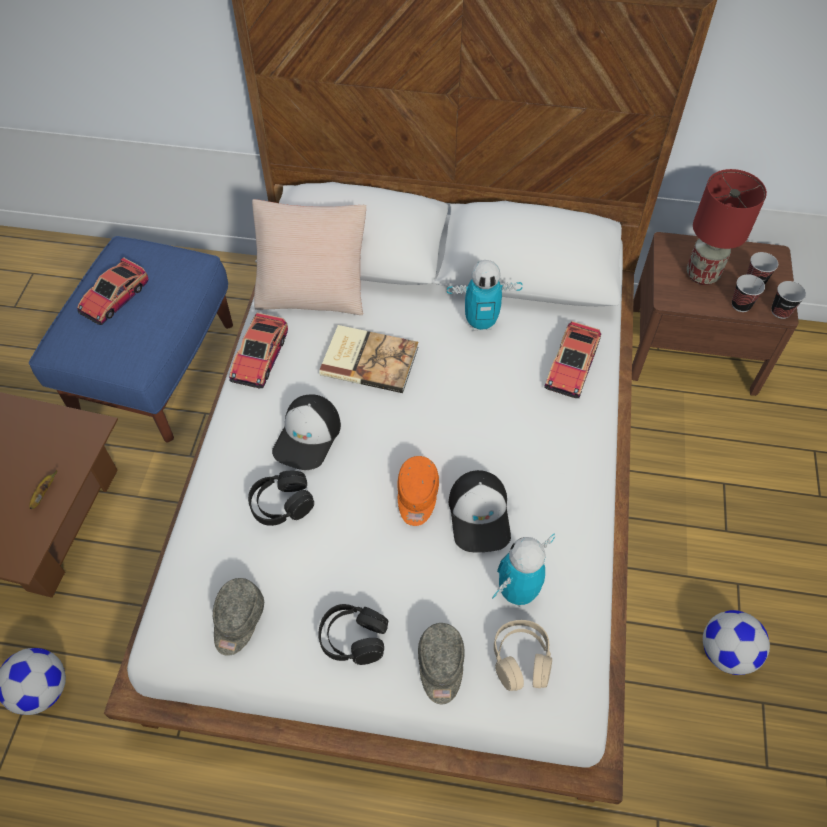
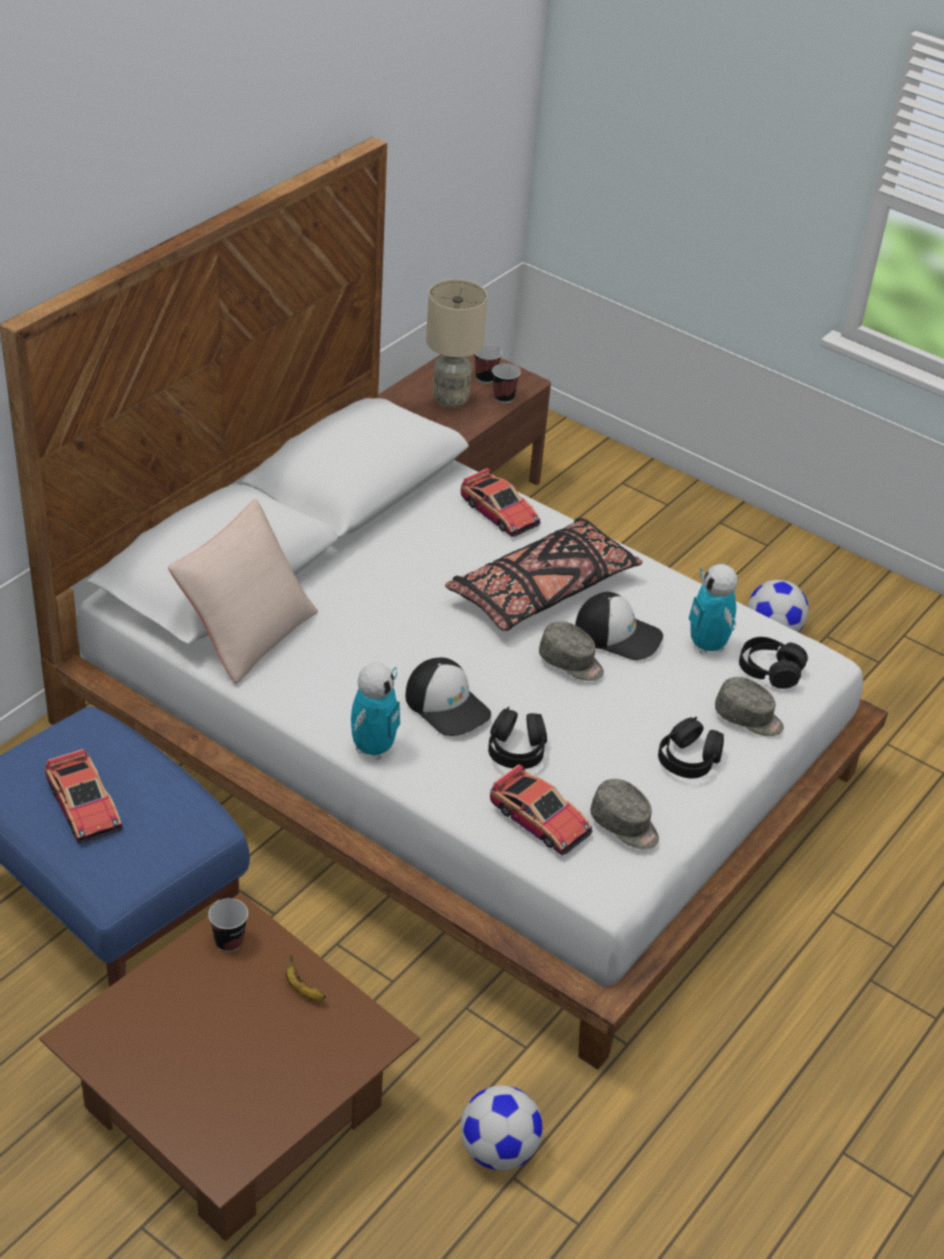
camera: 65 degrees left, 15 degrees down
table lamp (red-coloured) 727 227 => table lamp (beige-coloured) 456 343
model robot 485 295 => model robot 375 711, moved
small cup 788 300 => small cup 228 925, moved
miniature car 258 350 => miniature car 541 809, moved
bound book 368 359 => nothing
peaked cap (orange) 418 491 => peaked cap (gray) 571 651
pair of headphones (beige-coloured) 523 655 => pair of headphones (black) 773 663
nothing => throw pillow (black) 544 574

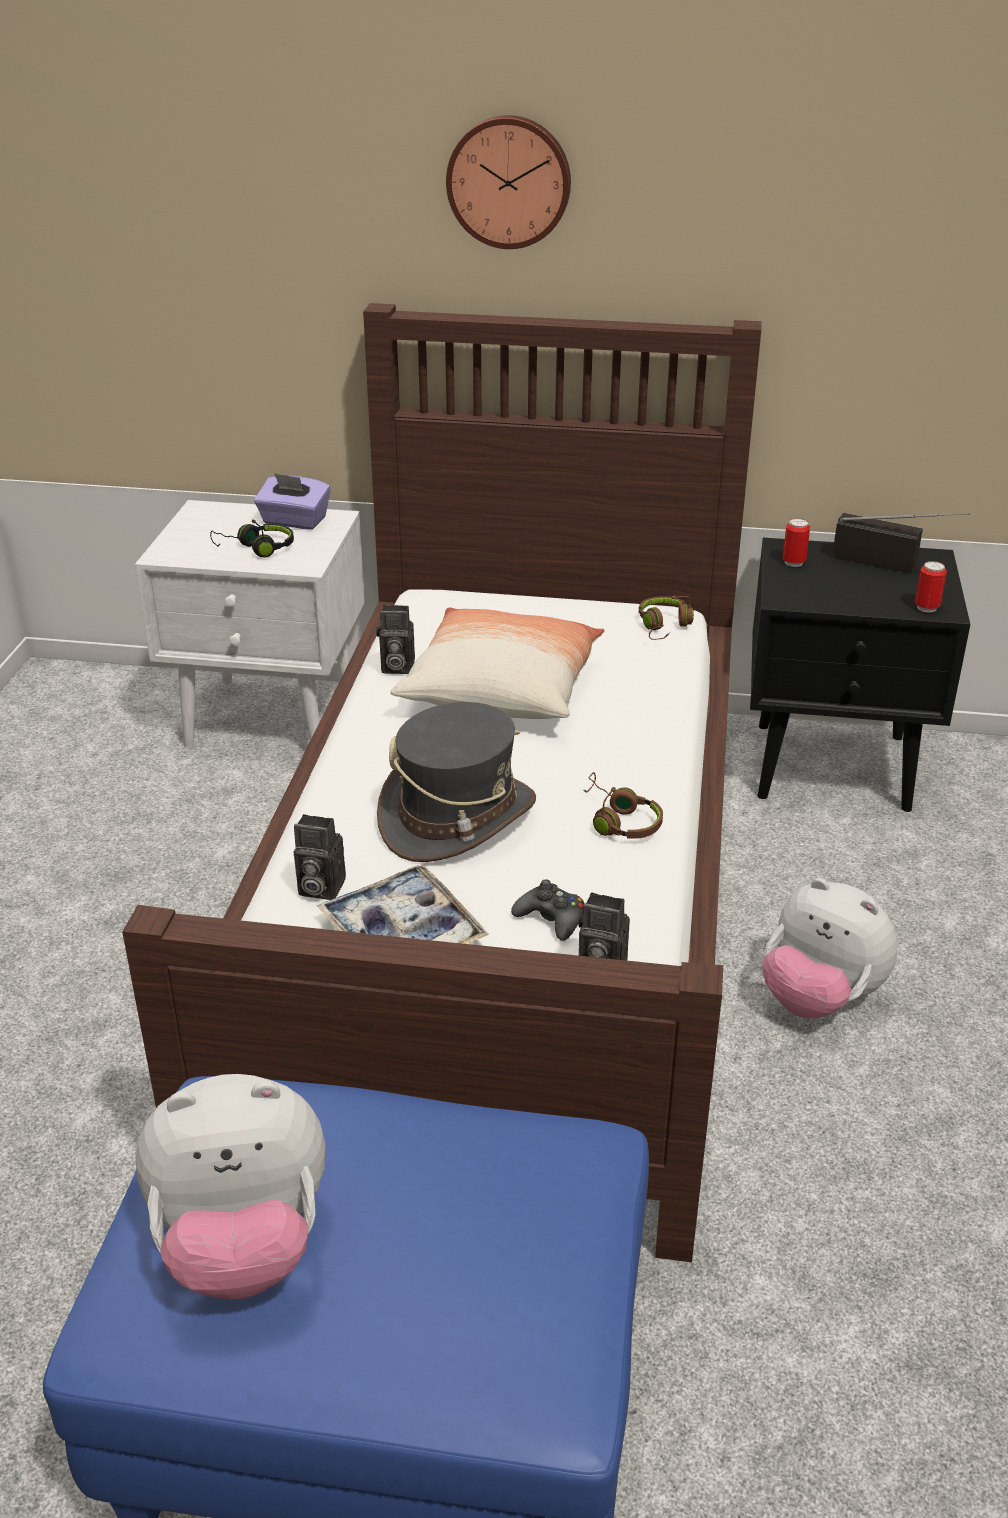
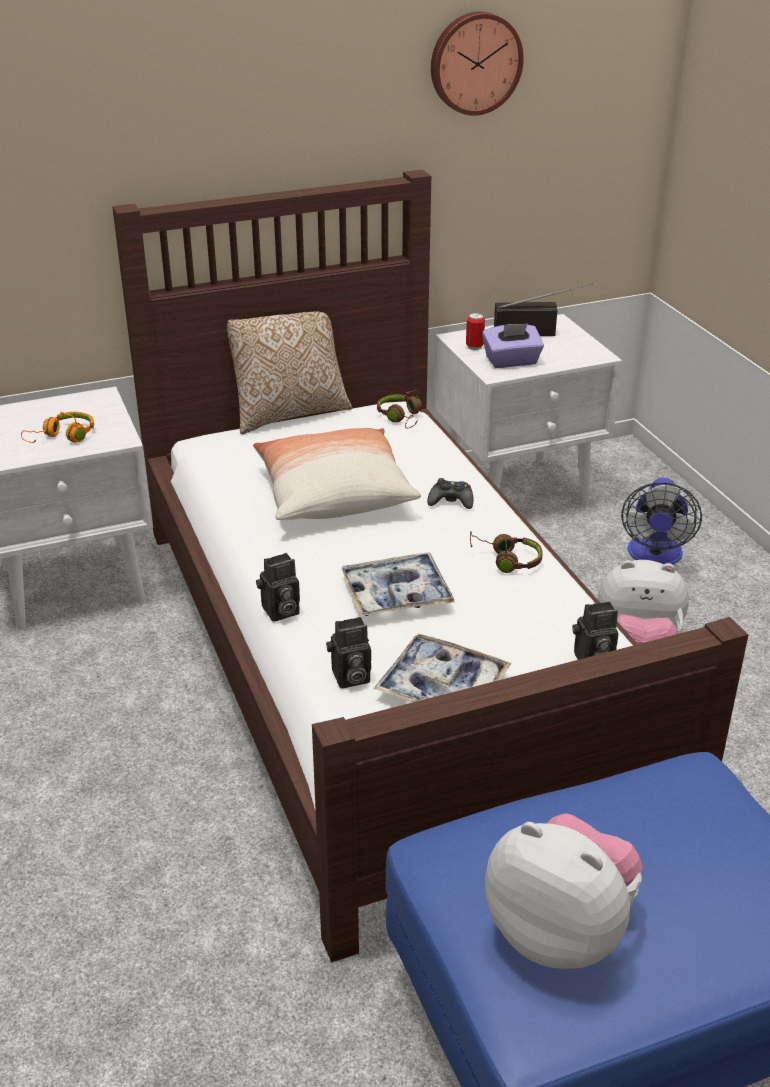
camera: 30 degrees left, 0 degrees up
clock on the wall 508 182 => clock on the wall 477 63, moved
tissue holder (purplish) 292 501 => tissue holder (purplish) 513 345, moved
pair of headphones (black) 252 538 => pair of headphones (orange) 57 427
bedside table (black) 860 675 => bedside table (white) 528 411
sealed can 931 586 => nothing
photo camera 395 639 => photo camera 278 587, moved
wearable hat (gray) 456 782 => tray 398 584
gamepad (black) 547 910 => gamepad (black) 450 493, moved
cuddly toy 230 1186 => cuddly toy 564 891, 105 degrees counterclockwise
nothing => throw pillow 289 372
nothing => electric fan 661 521

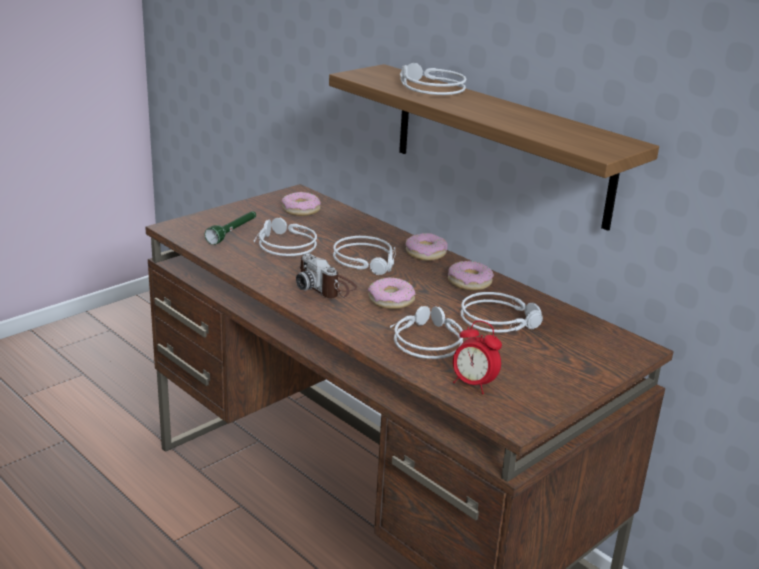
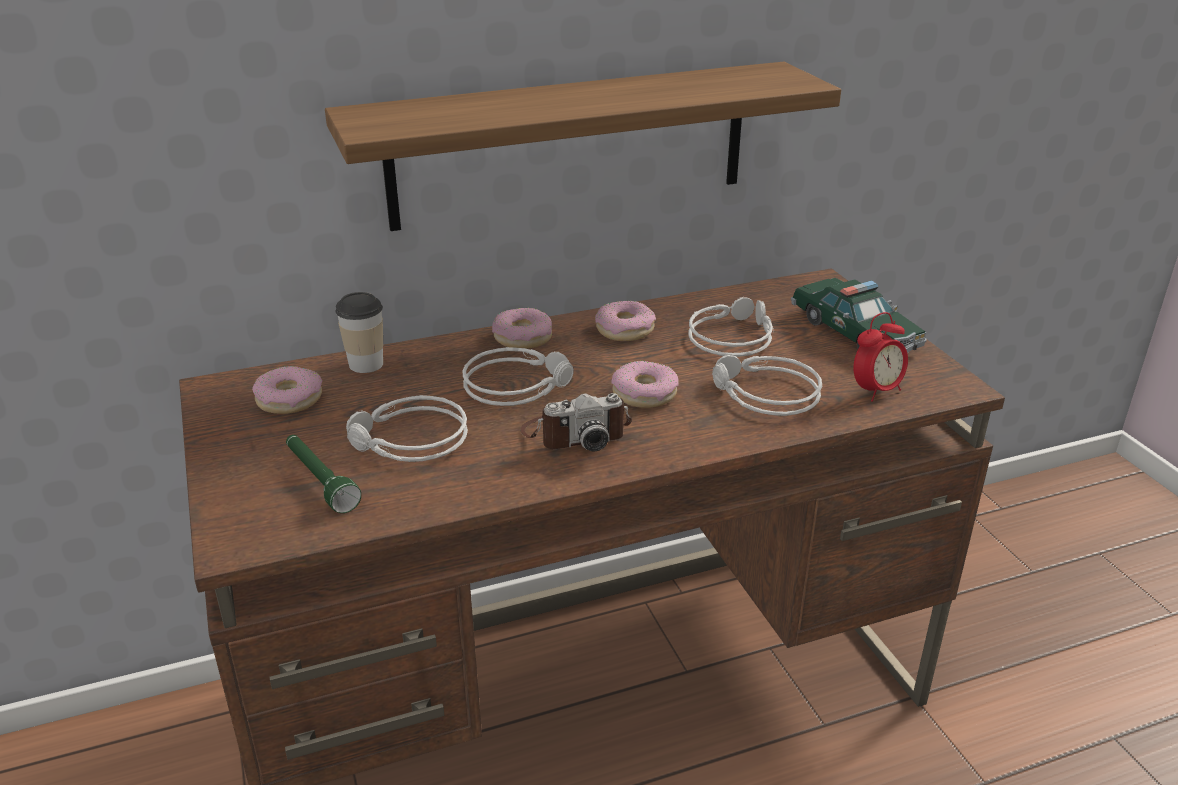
camera: 65 degrees left, 5 degrees up
pair of headphones (gray) 433 79 => nothing
nothing => miniature car 859 315
nothing => small cup 359 332

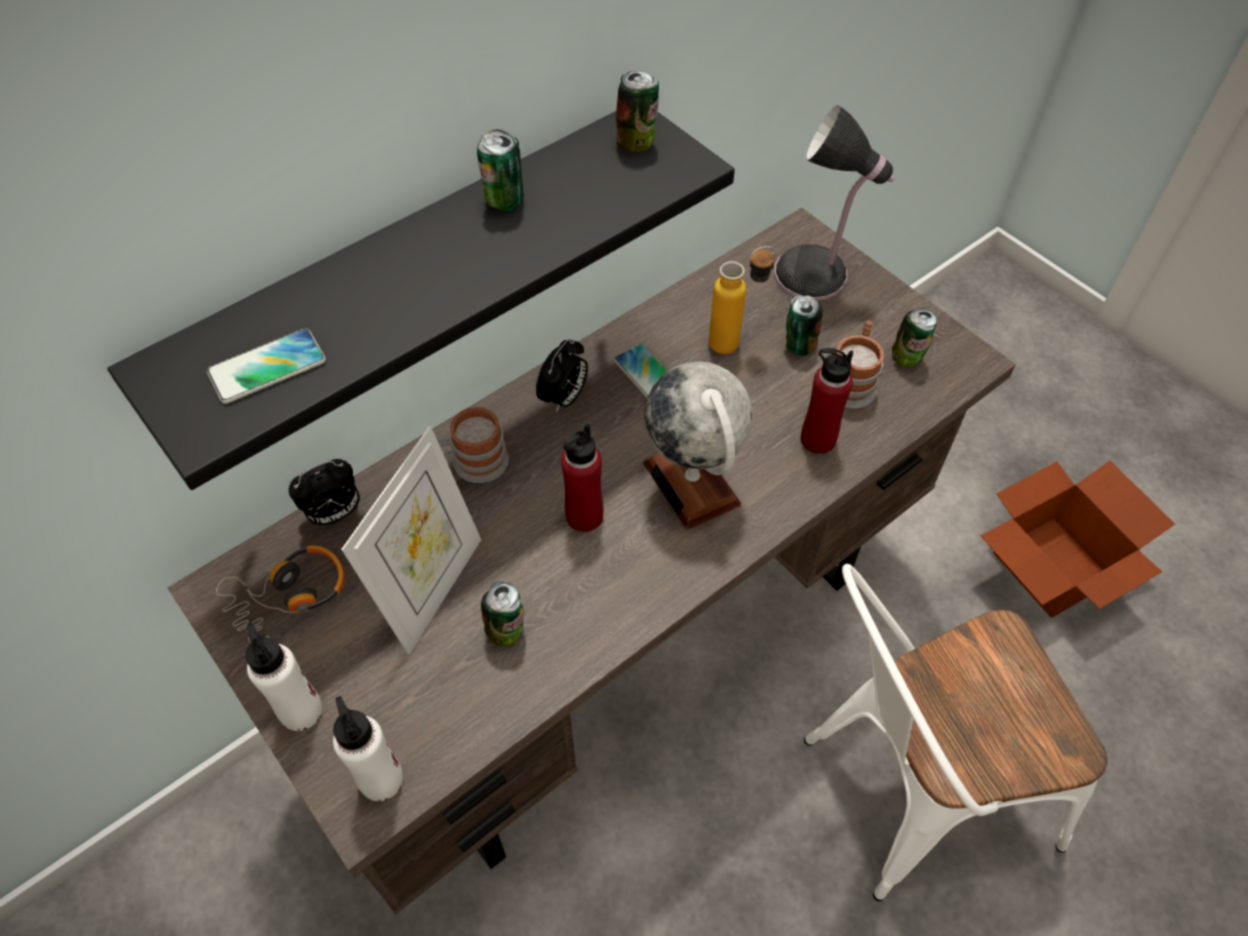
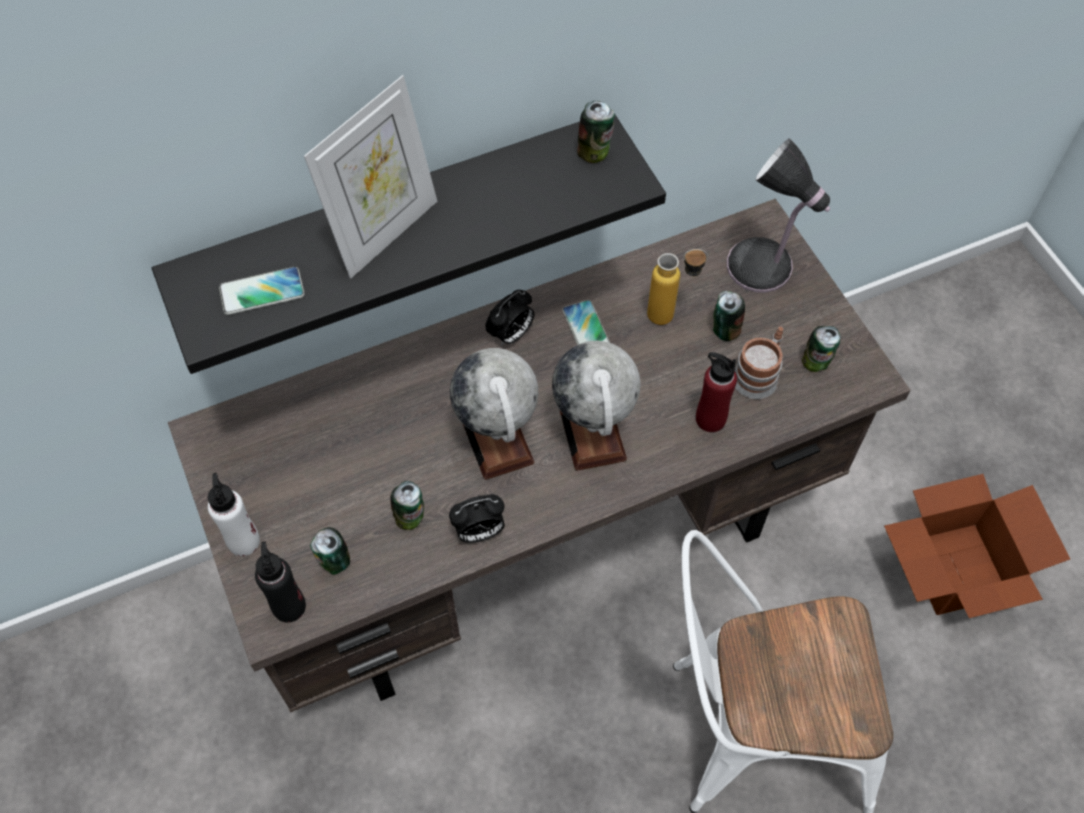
camera: 15 degrees right, 5 degrees up
sealed can 500 170 => sealed can 330 551, moved
coffee mug 473 445 => nothing
bottle (red-coloured) 582 478 => globe 494 414
standing frame 411 540 => standing frame 370 177, moved
alarm clock 324 492 => alarm clock 477 518, moved
pair of headphones 280 594 => nothing
bottle (white) 368 748 => bottle (black) 280 581

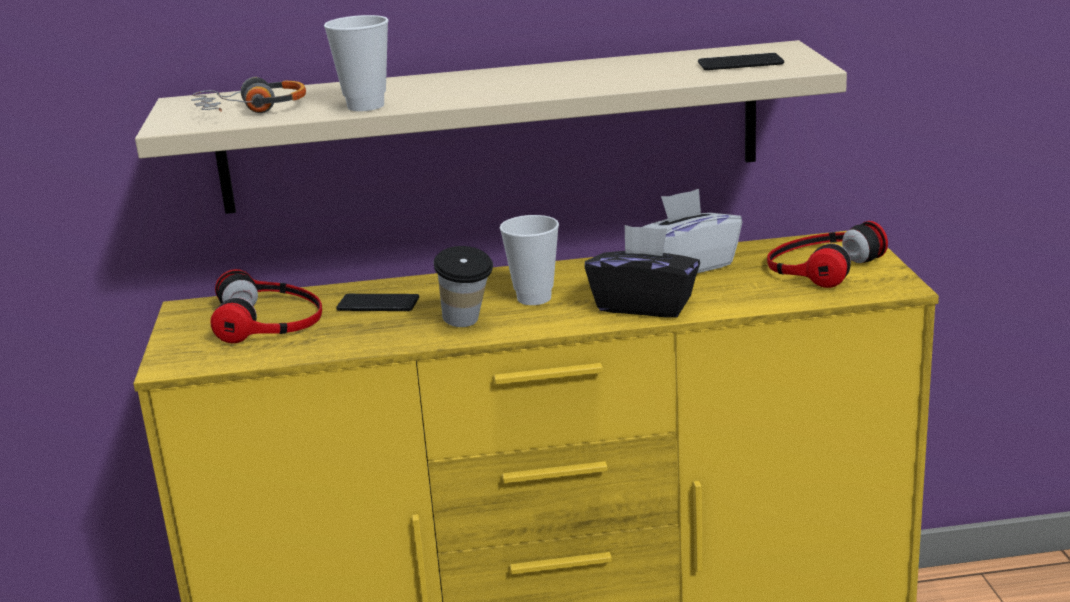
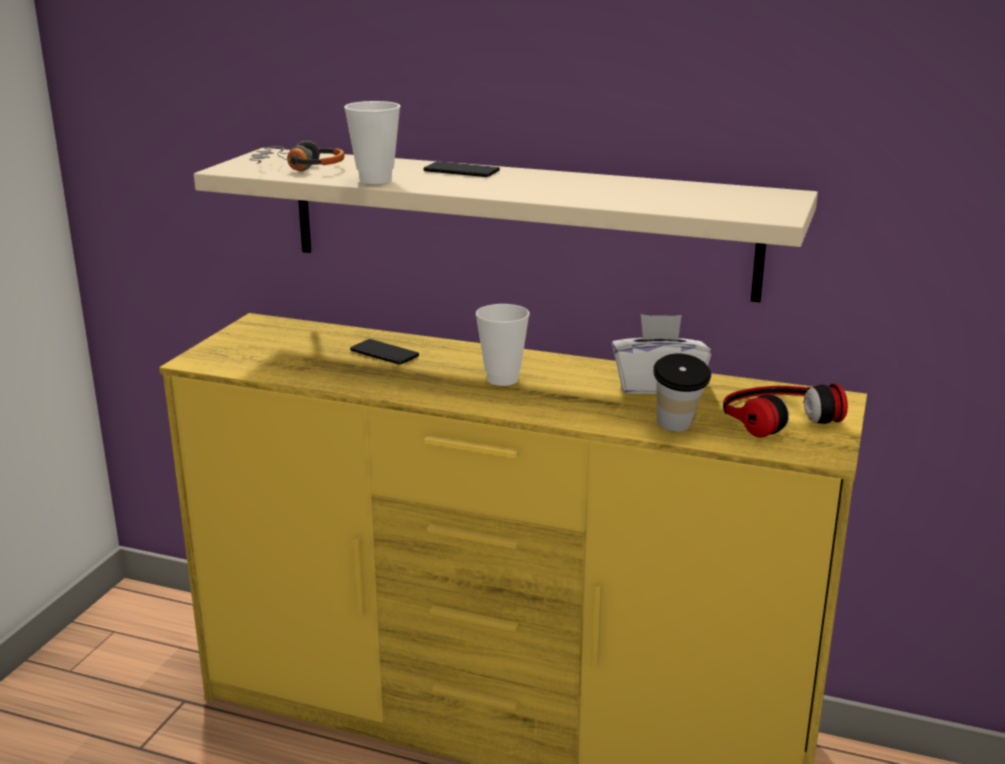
camera: 25 degrees right, 0 degrees up
telephone 741 61 => telephone 462 169, moved
tissue holder (black) 642 271 => nothing
small cup 463 286 => small cup 682 393, moved
pair of headphones 266 306 => nothing

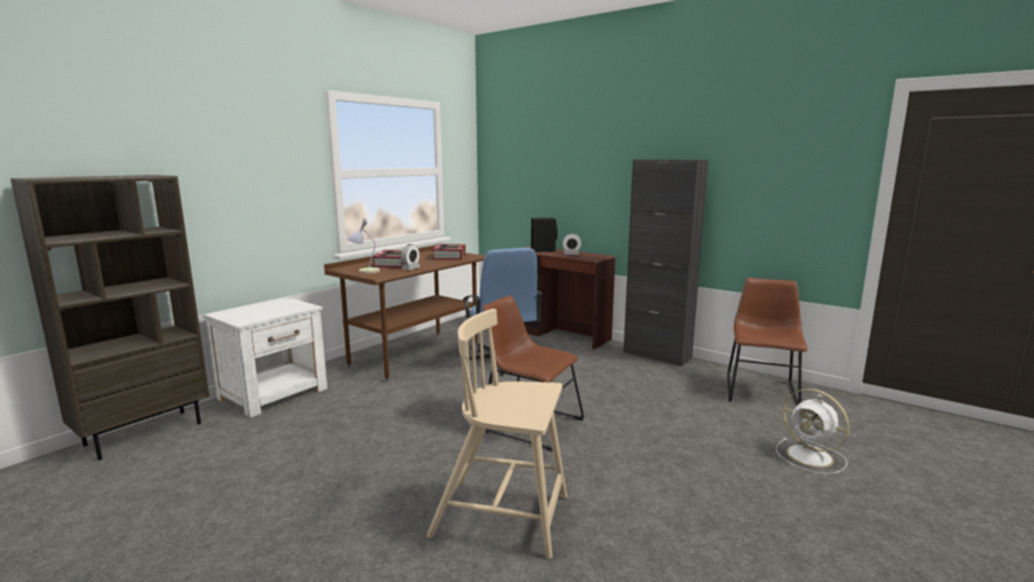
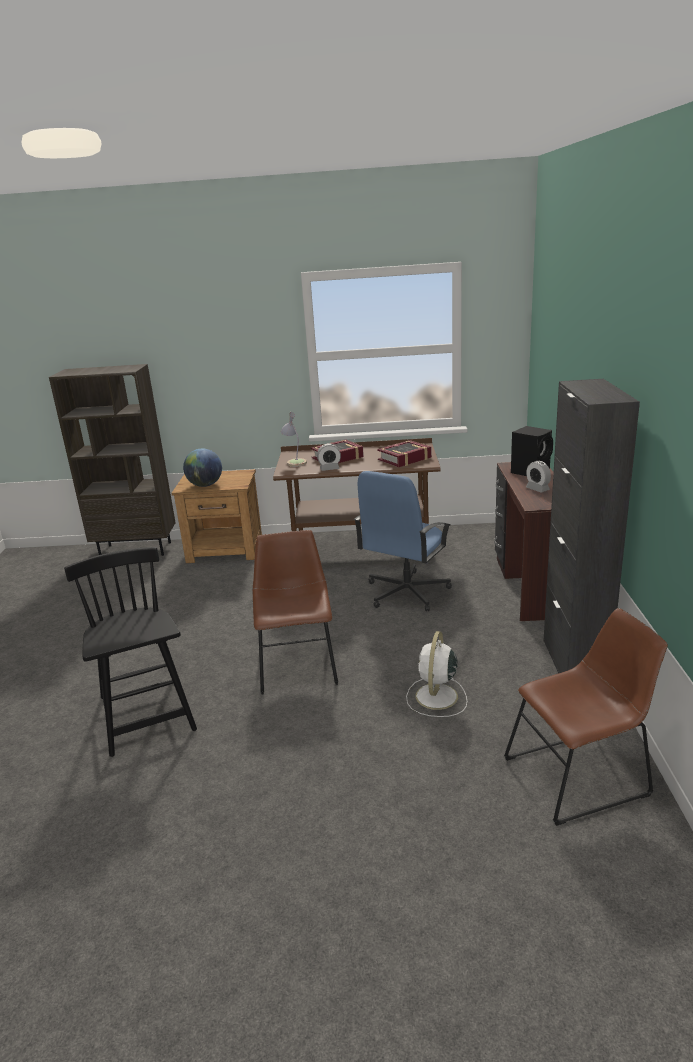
camera: 55 degrees right, 10 degrees up
bedside table (white) 265 357 => bedside table (brown-coloured) 216 516
upright chair (beige-coloured) 497 434 => upright chair (black) 130 652
electric fan (white) 813 431 => electric fan (white) 436 674, moved
nothing => globe 202 468

